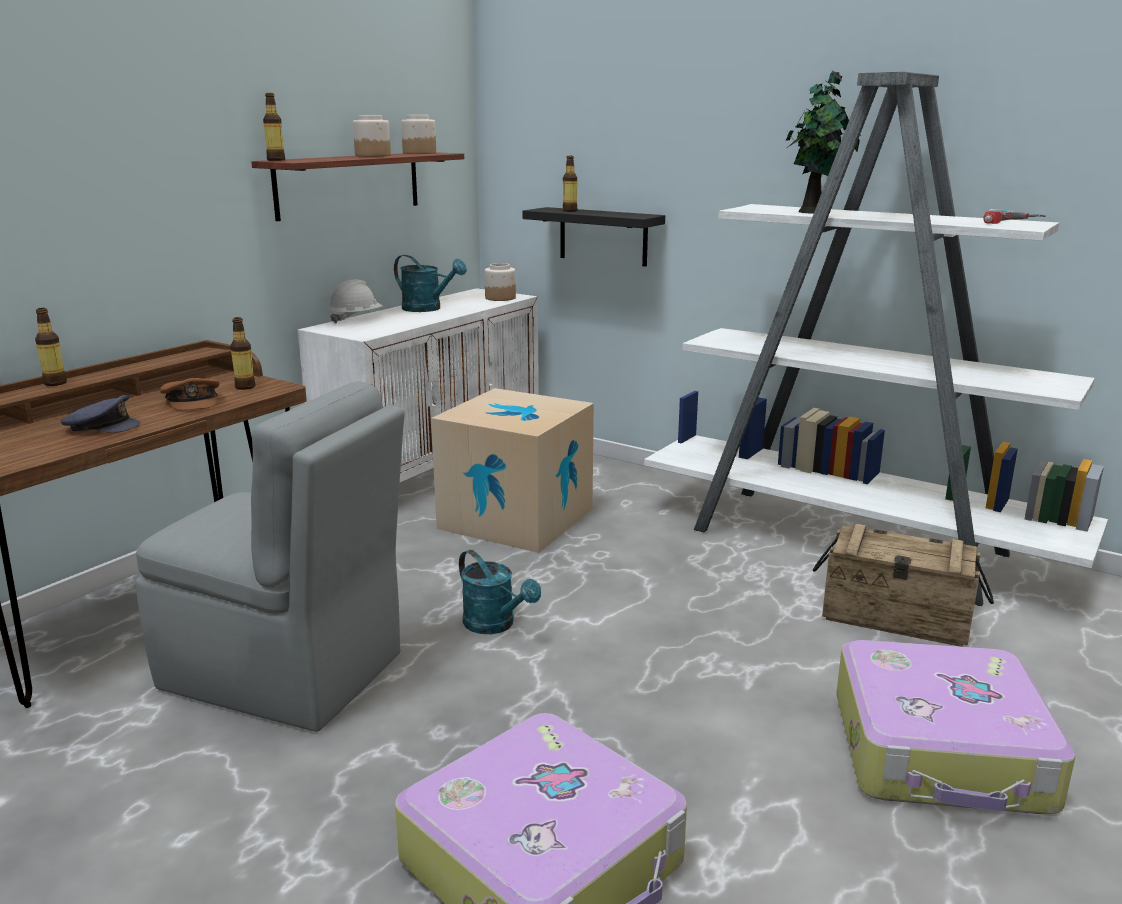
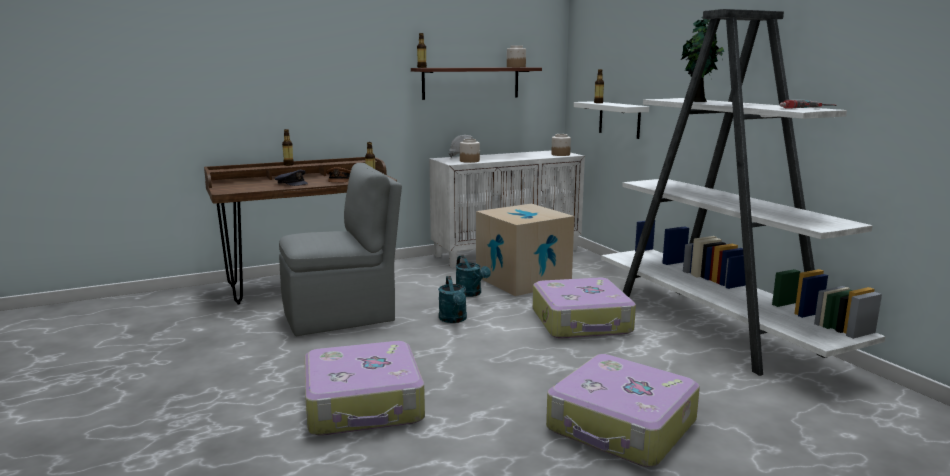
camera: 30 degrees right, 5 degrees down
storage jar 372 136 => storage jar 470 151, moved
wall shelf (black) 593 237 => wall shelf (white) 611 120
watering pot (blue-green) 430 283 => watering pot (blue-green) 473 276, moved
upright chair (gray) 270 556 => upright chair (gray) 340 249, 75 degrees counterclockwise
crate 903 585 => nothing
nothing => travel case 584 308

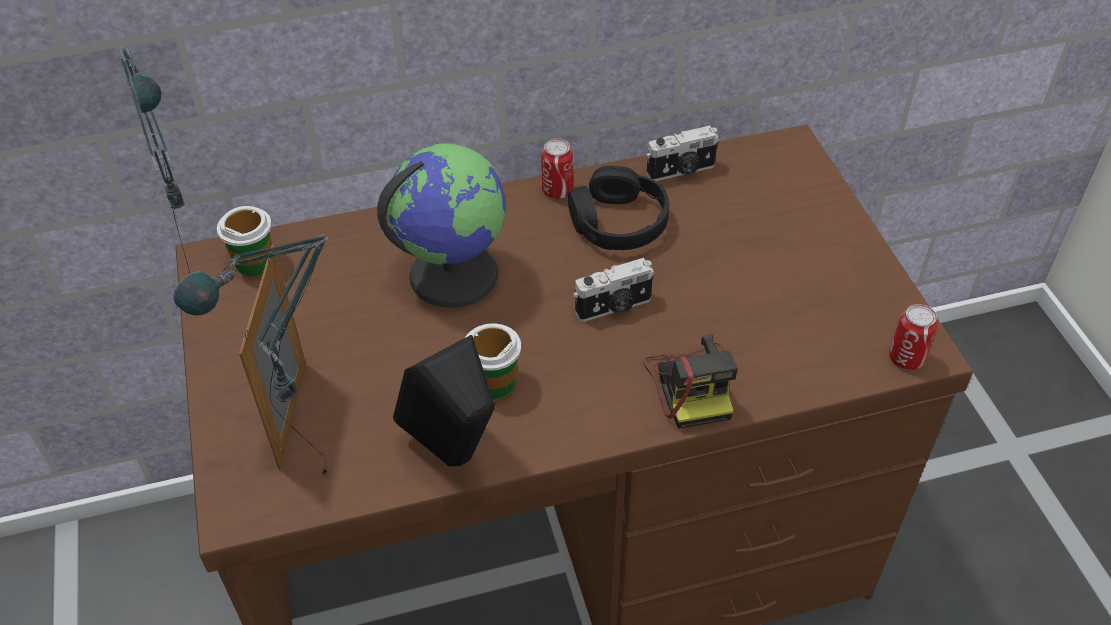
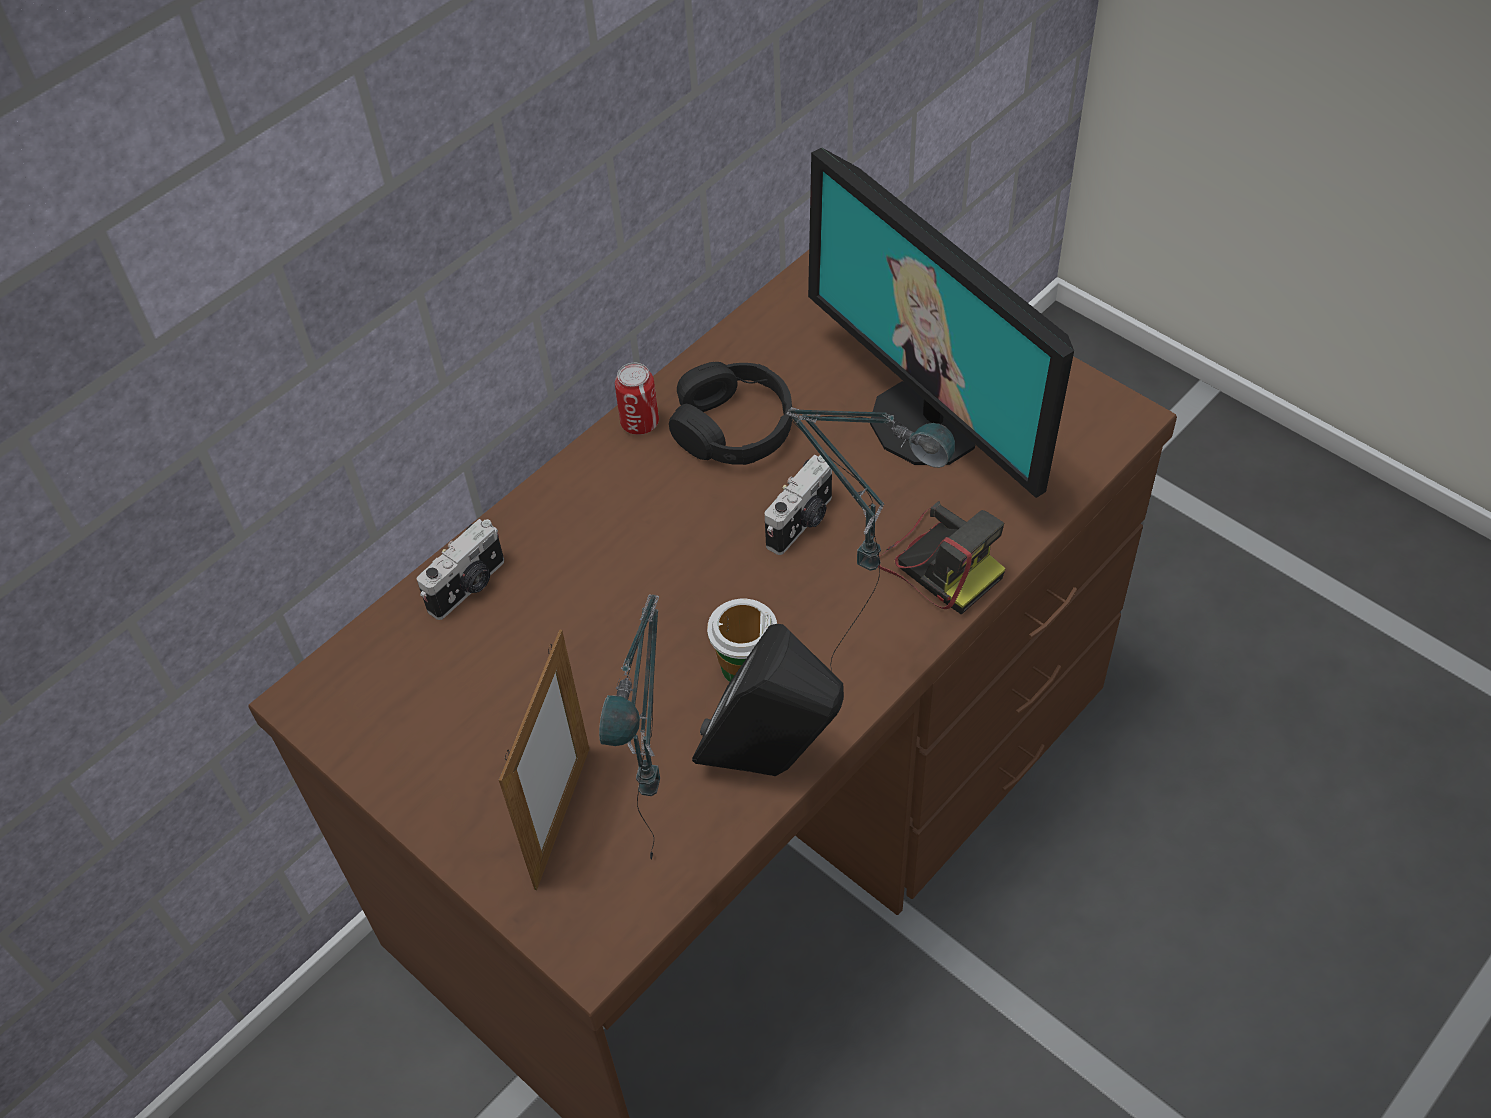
camera: 30 degrees left, 5 degrees up
table lamp 155 161 => table lamp 870 539, moved
photo camera 682 153 => photo camera 460 569, moved
globe 442 225 => nothing
small cup 244 241 => nothing
standing frame 272 357 => standing frame 544 759, 135 degrees counterclockwise
sealed can 913 337 => nothing
nothing => monitor 941 323

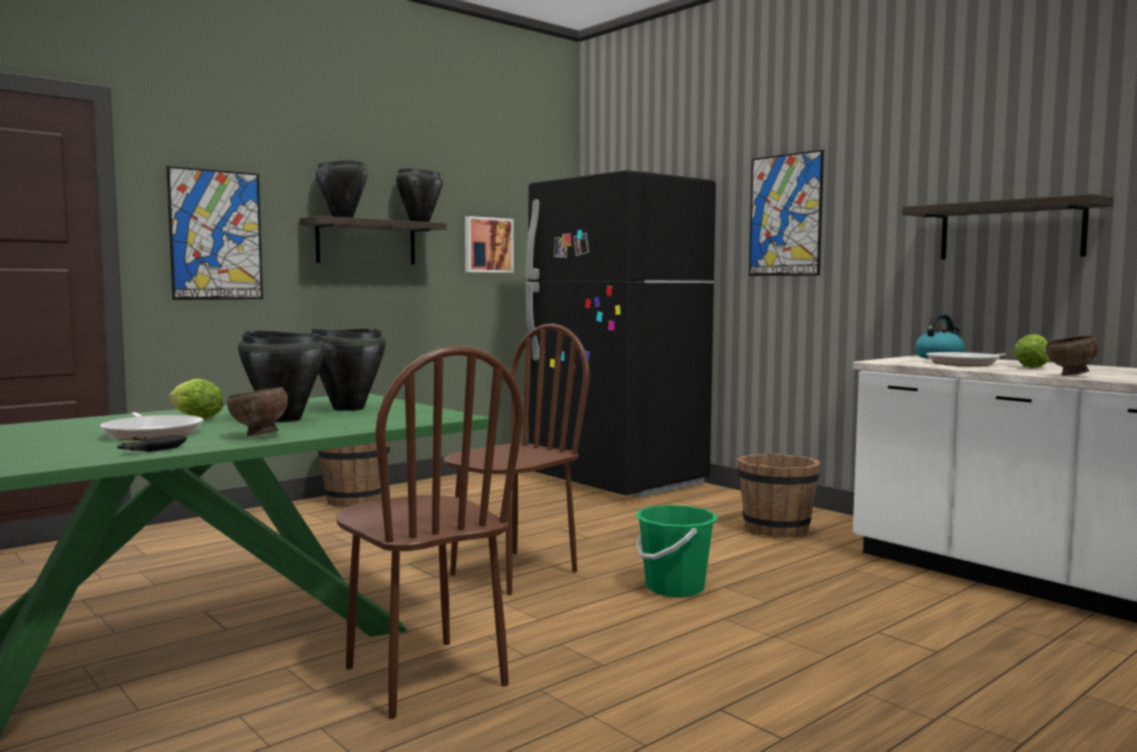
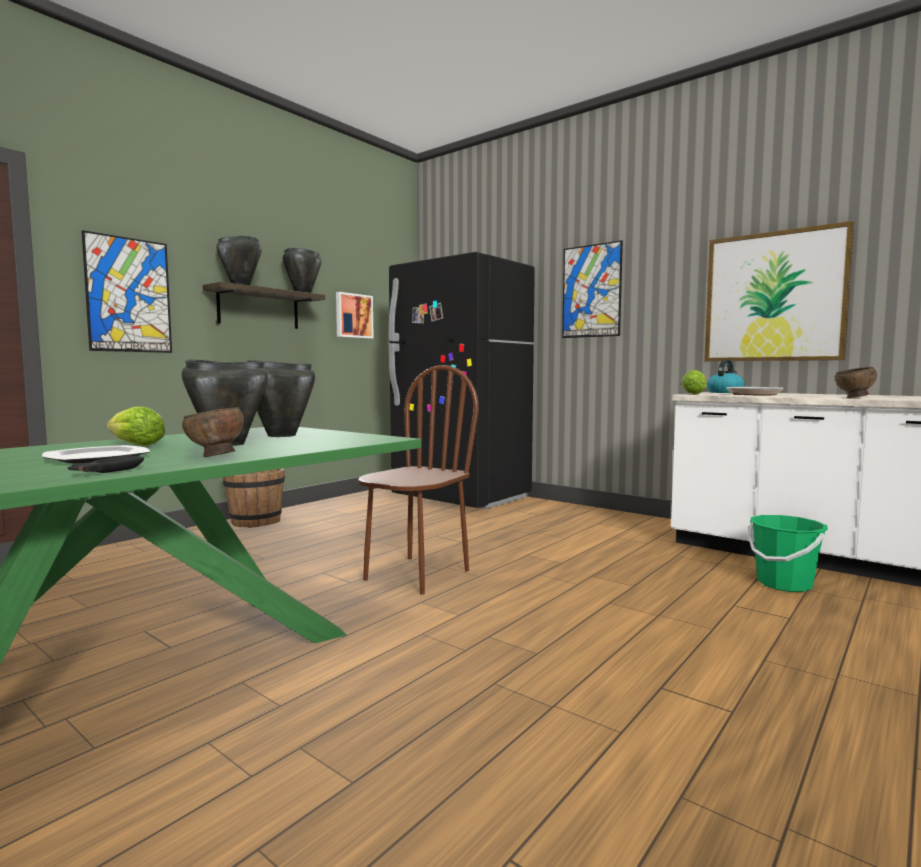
camera: 10 degrees left, 0 degrees up
wall shelf 1007 226 => wall picture 779 291
lettuce head 1031 351 => lettuce head 693 382, moved
upright chair (brown-coloured) 430 532 => nothing
skillet 152 426 => flat dish 96 454
water bucket (brown-coloured) 779 495 => nothing
water bucket (greenish) 676 551 => water bucket (greenish) 788 553, moved

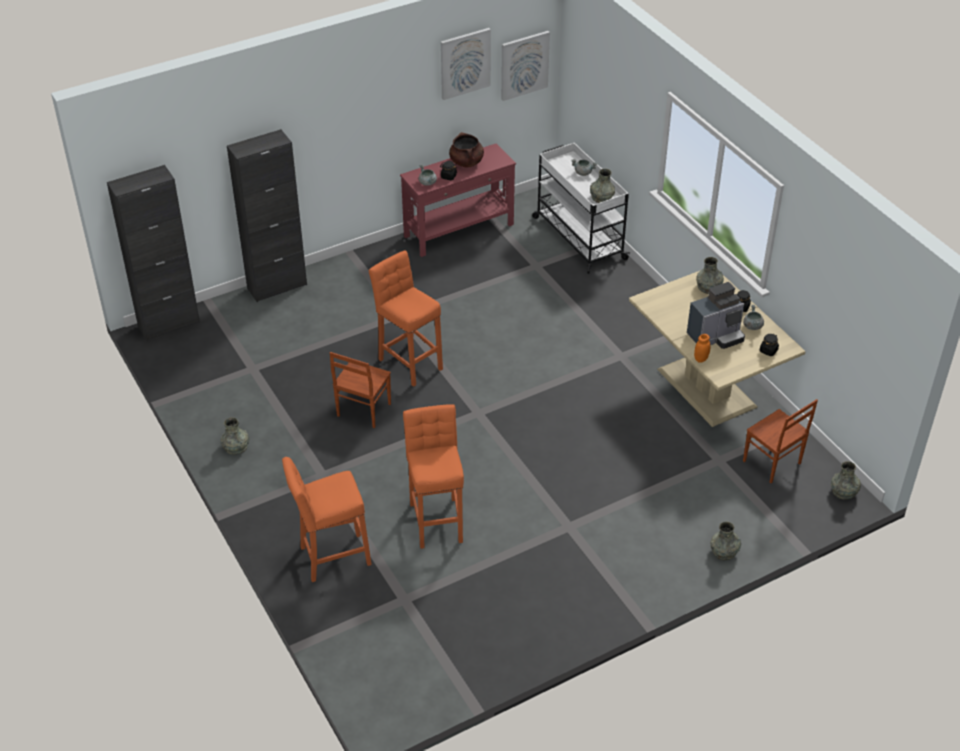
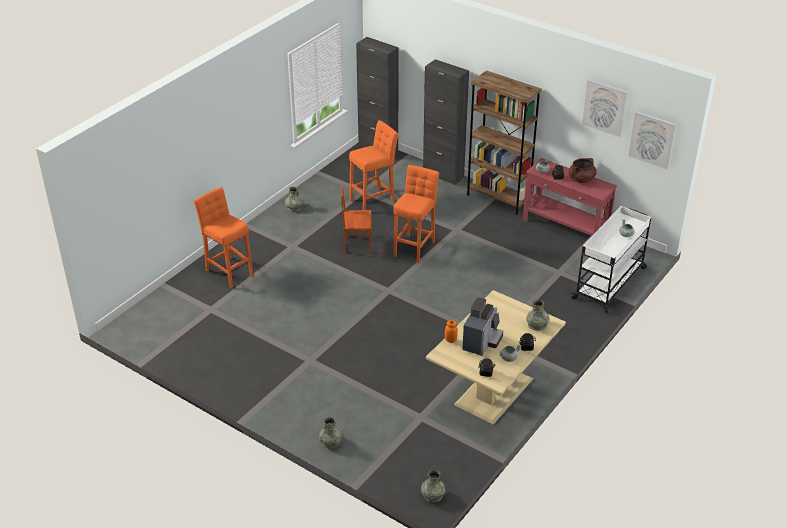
camera: 65 degrees right, 5 degrees down
vase (gray) 602 185 => nothing
coffee maker 716 315 => coffee maker 482 326, 105 degrees counterclockwise
upright chair (brown-coloured) 780 441 => nothing
stool seat (orange) 433 476 => stool seat (orange) 374 165, moved
nothing => shelving unit (brown-coloured) 504 142

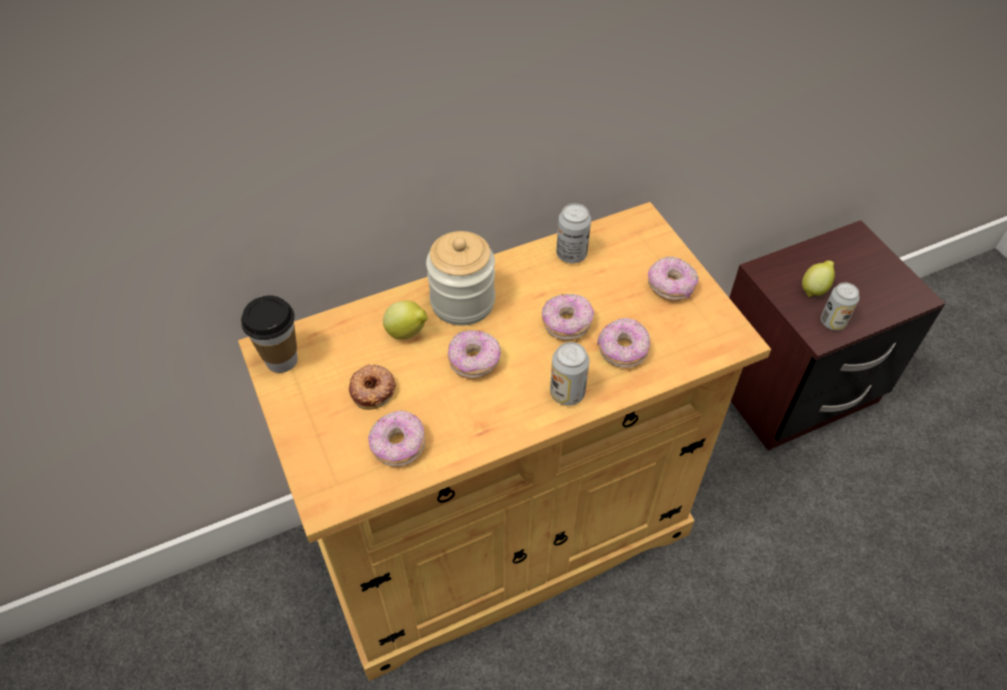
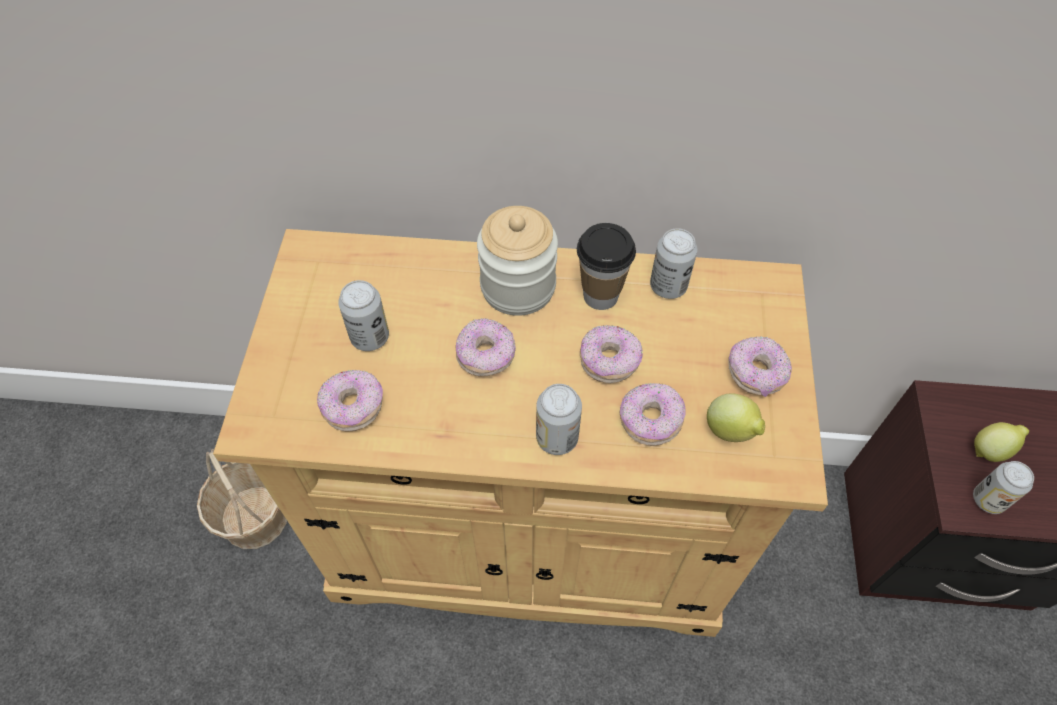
camera: 30 degrees right, 5 degrees up
small cup 269 334 => small cup 606 266, moved
lemon 405 320 => lemon 736 417, moved
ring doughnut 372 387 => sealed can 363 315
nothing => storage basket 242 499

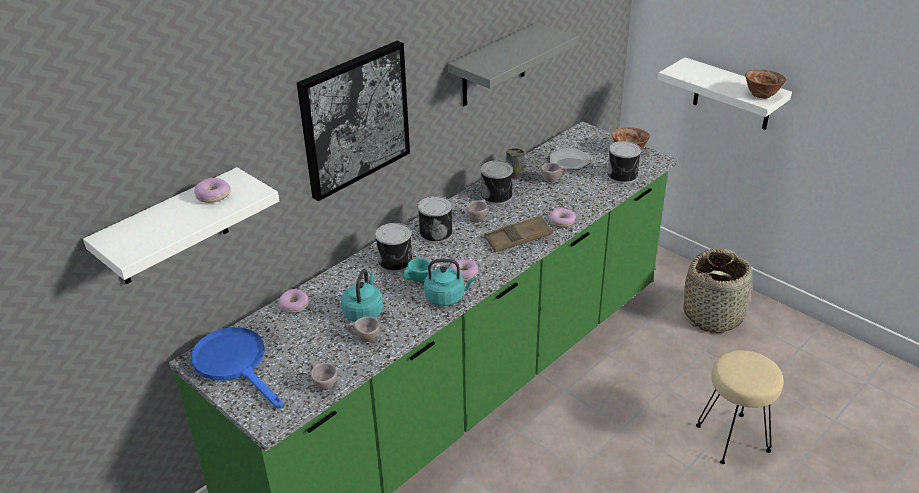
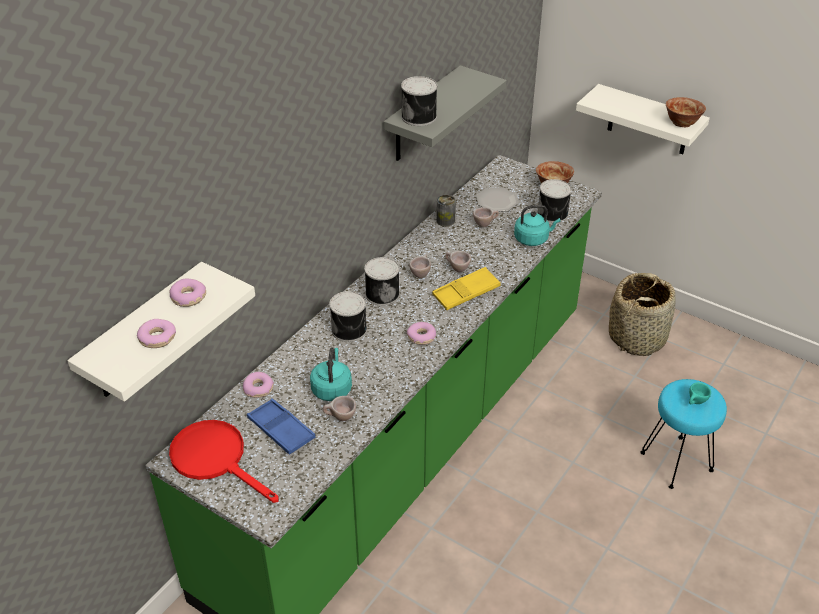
camera: 10 degrees left, 5 degrees up
wall picture 353 121 => nothing
sealed can 497 182 => sealed can 419 101, moved
ring doughnut 562 217 => ring doughnut 156 333, moved
tray (brown-coloured) 518 233 => tray (yellow) 466 288
small cup (blue-green) 416 270 => small cup (blue-green) 700 393, moved
kettle (blue-green) 450 282 => kettle (blue-green) 537 225, moved
skillet (blue-coloured) 237 367 => skillet (red-coloured) 224 461
stool seat (beige-coloured) 739 407 => stool seat (blue-green) 683 434
small cup (beige-coloured) 324 376 => small cup (beige-coloured) 458 262, moved
nothing => tray (blue-coloured) 281 426

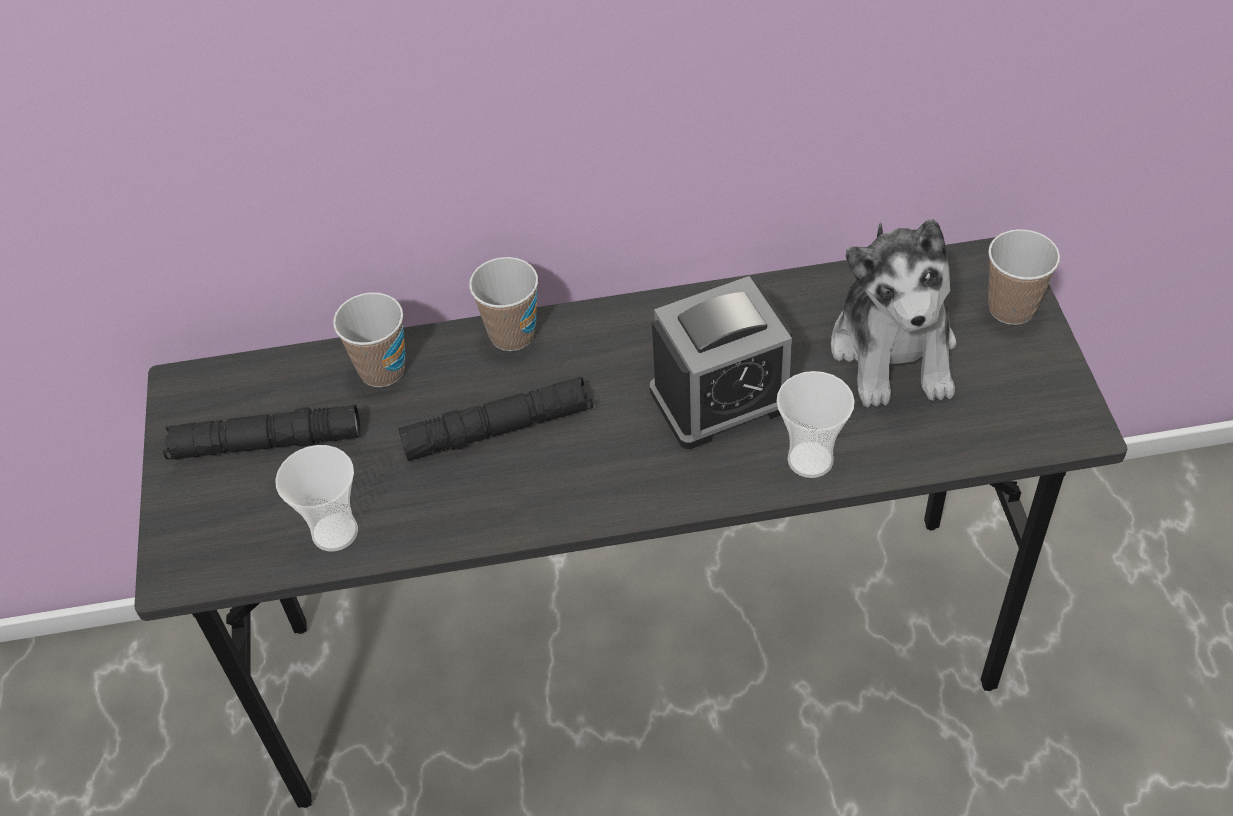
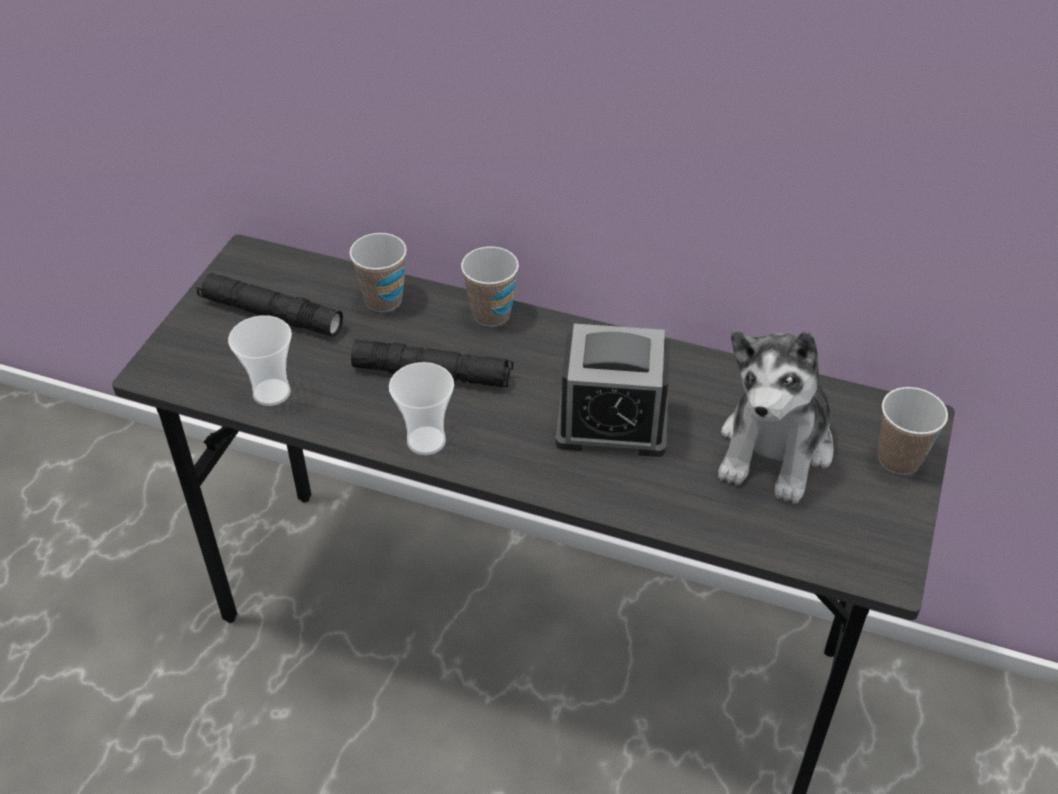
camera: 25 degrees right, 5 degrees down
small cup 816 424 => small cup 421 408, moved

